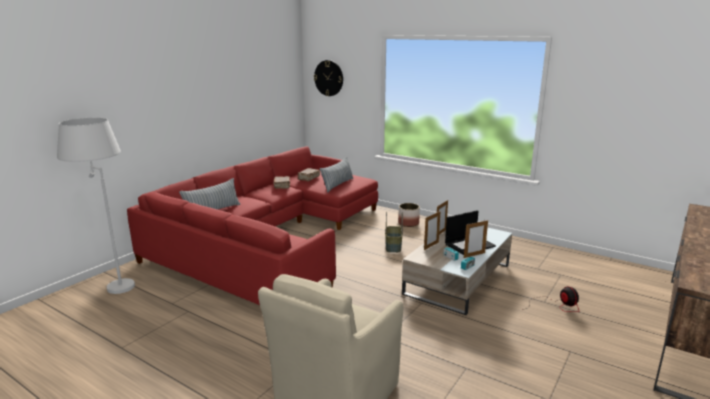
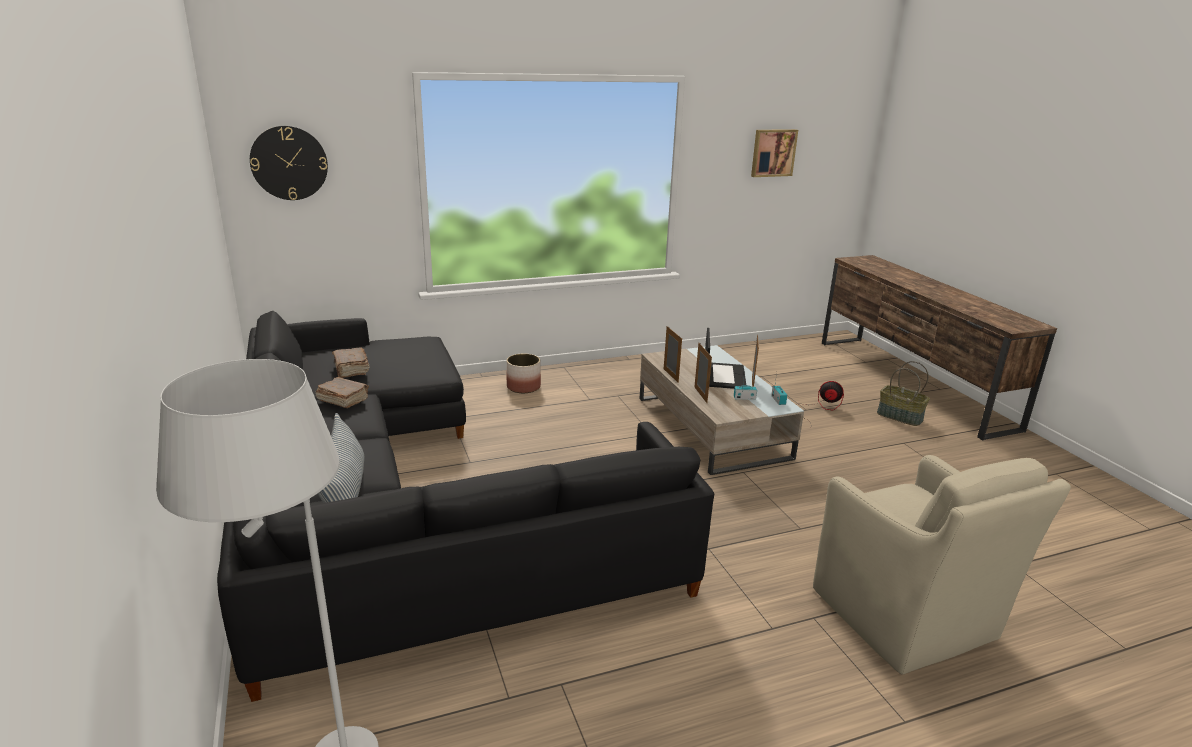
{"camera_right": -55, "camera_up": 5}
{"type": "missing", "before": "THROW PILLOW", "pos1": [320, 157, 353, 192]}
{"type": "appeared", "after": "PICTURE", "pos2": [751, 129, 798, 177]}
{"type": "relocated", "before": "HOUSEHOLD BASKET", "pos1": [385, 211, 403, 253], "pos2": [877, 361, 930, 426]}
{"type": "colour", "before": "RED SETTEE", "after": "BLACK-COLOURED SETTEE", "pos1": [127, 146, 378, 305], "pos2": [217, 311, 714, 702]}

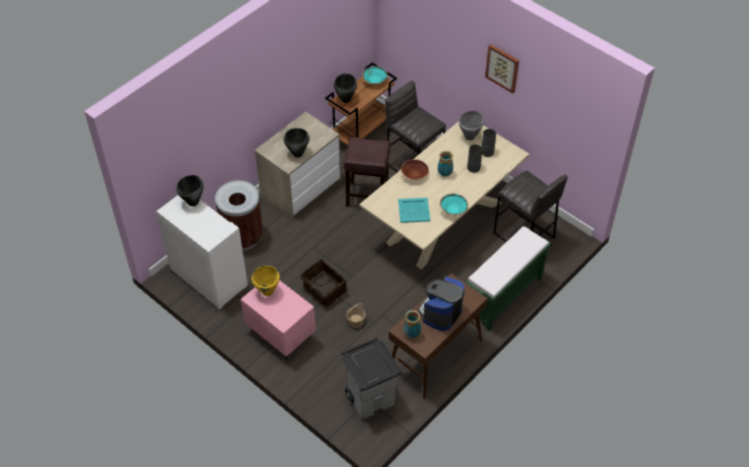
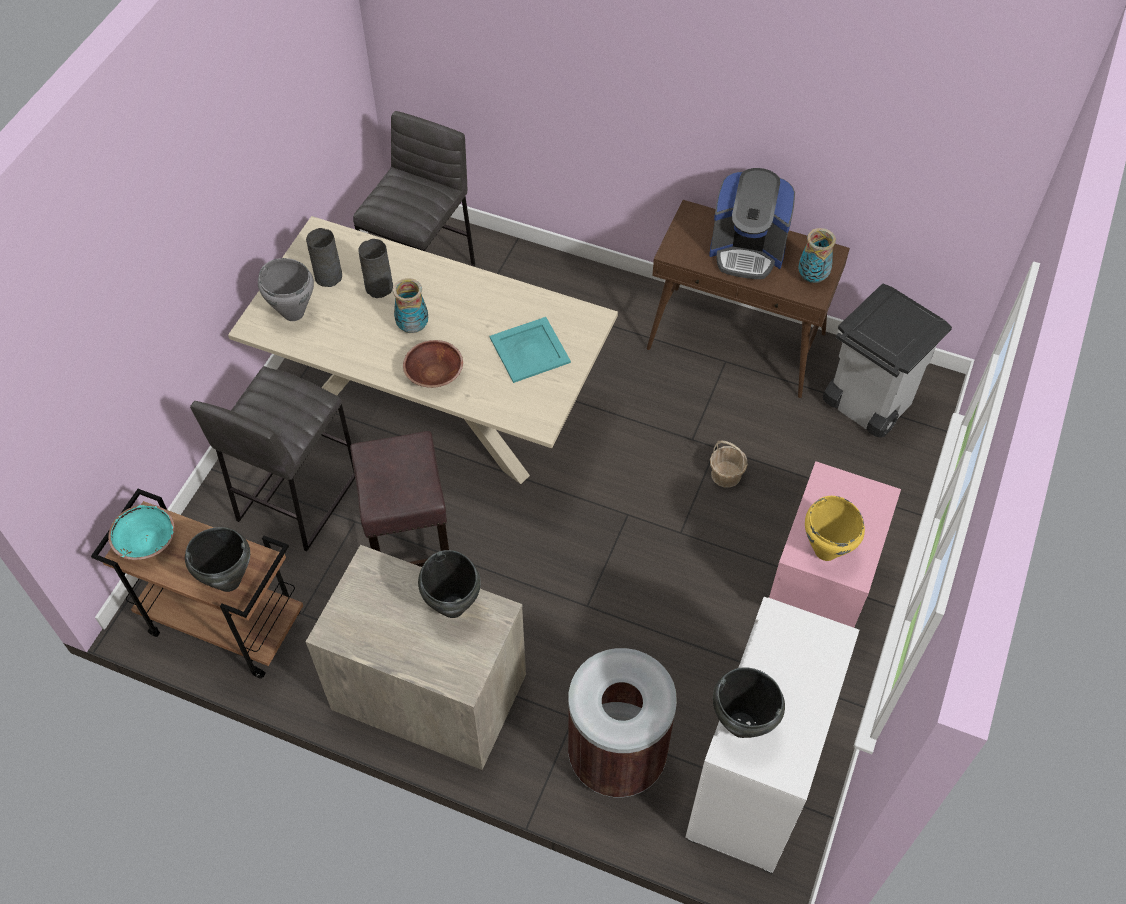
{"camera_right": -110, "camera_up": 5}
{"type": "missing", "before": "HOUSEHOLD BASKET", "pos1": [300, 259, 347, 307]}
{"type": "missing", "before": "TURQUOISE-COLOURED BOWL", "pos1": [440, 194, 468, 215]}
{"type": "missing", "before": "GREEN-COLOURED BENCH", "pos1": [465, 226, 552, 331]}
{"type": "missing", "before": "PICTURE", "pos1": [485, 44, 519, 93]}

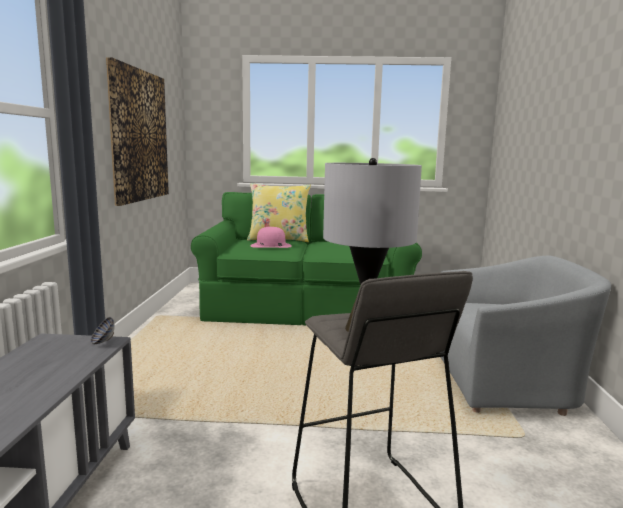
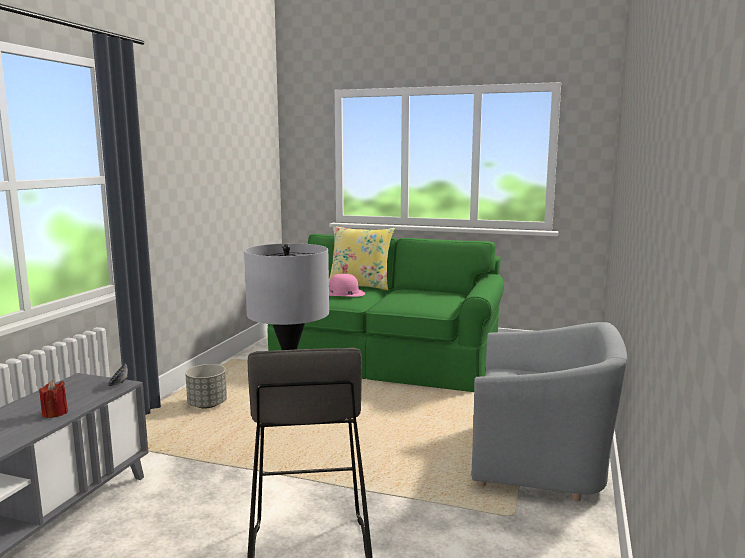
{"camera_right": 15, "camera_up": 0}
{"type": "missing", "before": "PICTURE", "pos1": [106, 57, 169, 206]}
{"type": "appeared", "after": "RED WAX LIGHT", "pos2": [39, 381, 68, 418]}
{"type": "appeared", "after": "GREYISH PLANT POT", "pos2": [185, 364, 227, 408]}

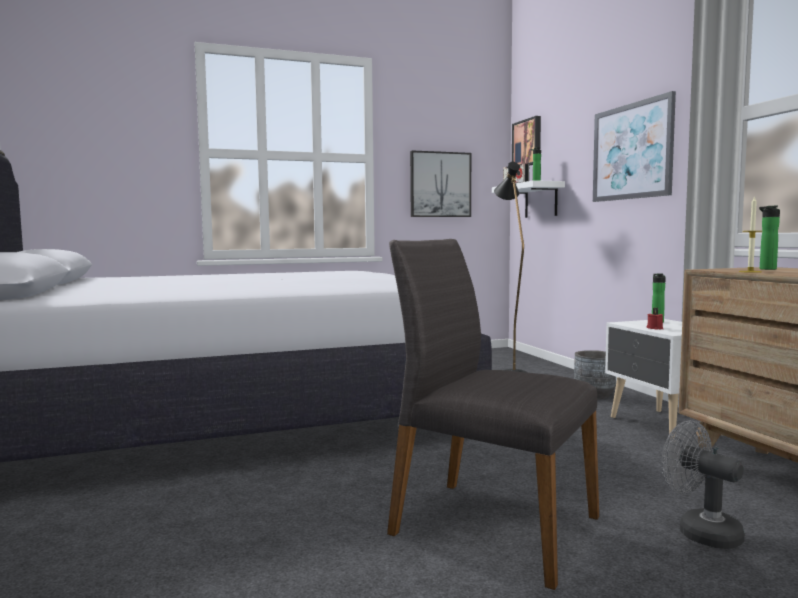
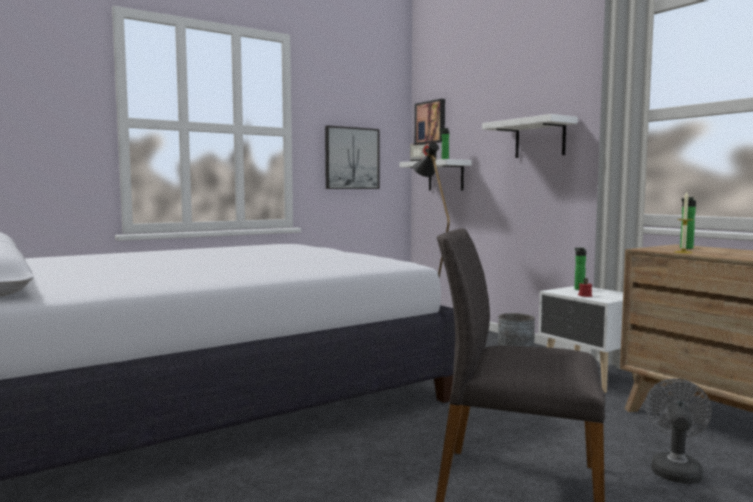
{"camera_right": -15, "camera_up": 0}
{"type": "exchanged", "before": "PICTURE", "after": "WHITE SHELF", "pos1": [593, 91, 676, 202], "pos2": [482, 114, 578, 158]}
{"type": "spun", "before": "GREYISH ELECTRIC FAN", "pos1": [662, 421, 745, 549], "pos2": [645, 379, 712, 484], "turn": 75}

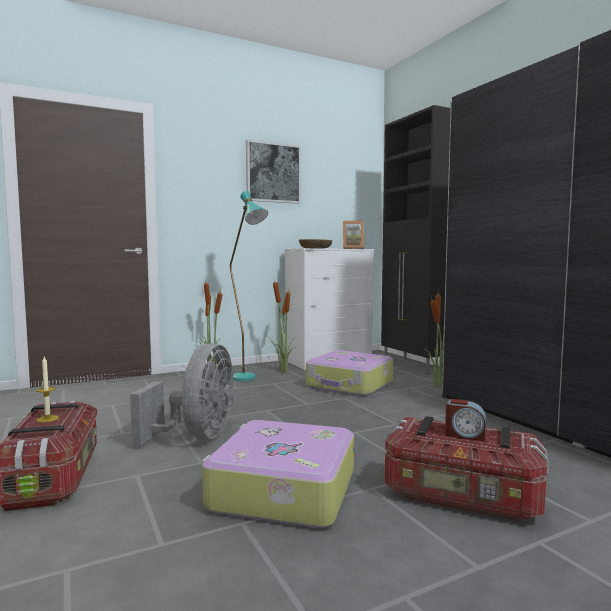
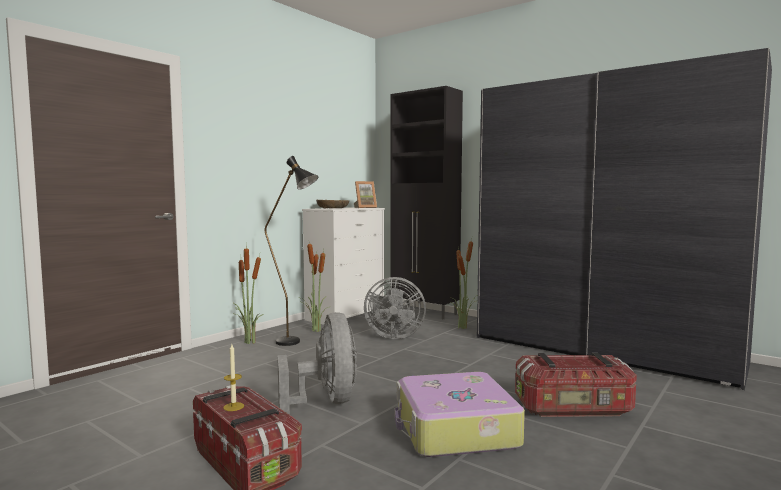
{"camera_right": -25, "camera_up": 0}
{"type": "missing", "before": "PICTURE", "pos1": [246, 139, 301, 204]}
{"type": "missing", "before": "TABLE CLOCK", "pos1": [445, 399, 486, 441]}
{"type": "exchanged", "before": "TRAVEL CASE", "after": "GREYISH ELECTRIC FAN", "pos1": [306, 350, 393, 396], "pos2": [364, 277, 426, 339]}
{"type": "colour", "before": "TURQUOISE-COLOURED STANDARD LAMP", "after": "BLACK-COLOURED STANDARD LAMP", "pos1": [230, 191, 268, 381], "pos2": [265, 156, 318, 346]}

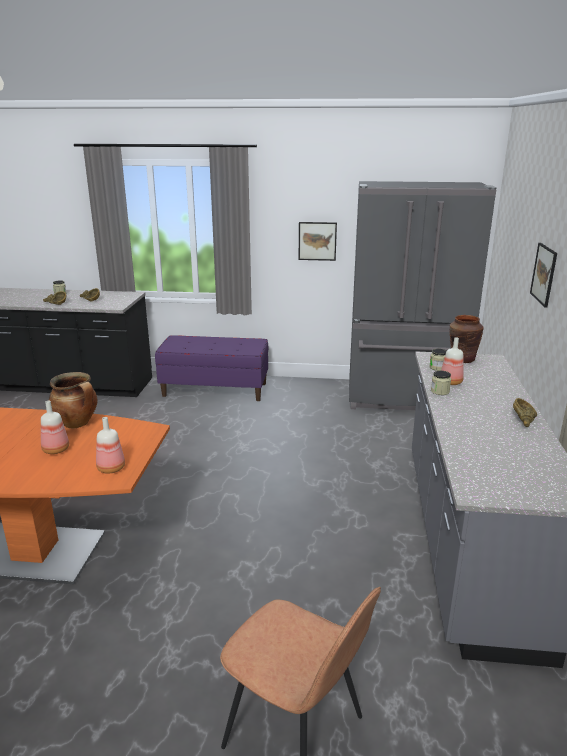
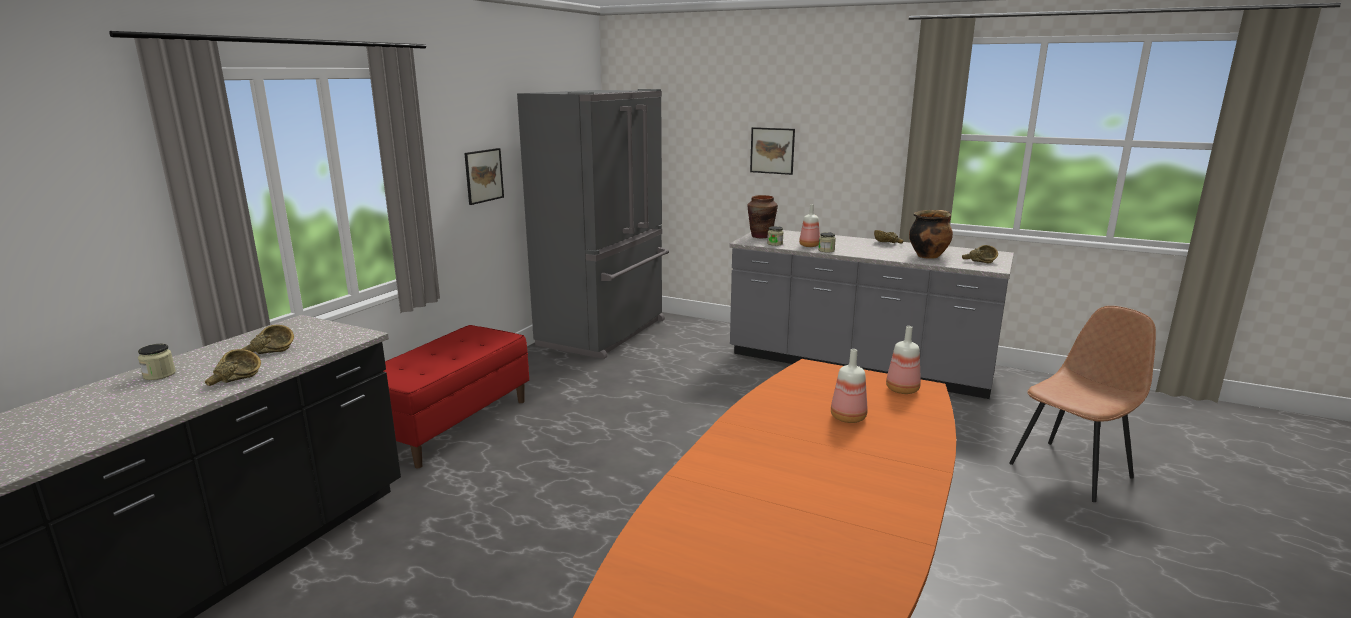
{"camera_right": -70, "camera_up": -5}
{"type": "appeared", "after": "BROWNISH BOWL", "pos2": [962, 245, 998, 263]}
{"type": "relocated", "before": "SAUCEPOT", "pos1": [49, 372, 98, 428], "pos2": [909, 210, 953, 259]}
{"type": "colour", "before": "PURPLE BENCH", "after": "RED BENCH", "pos1": [155, 335, 268, 401], "pos2": [383, 325, 529, 468]}

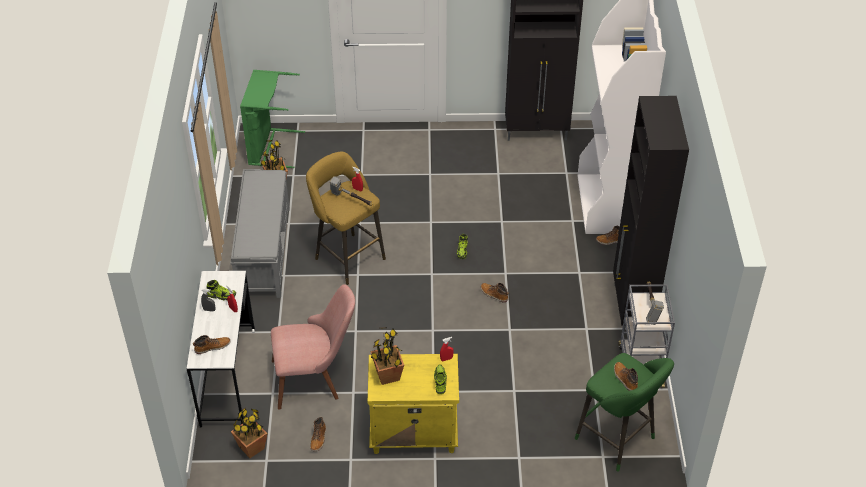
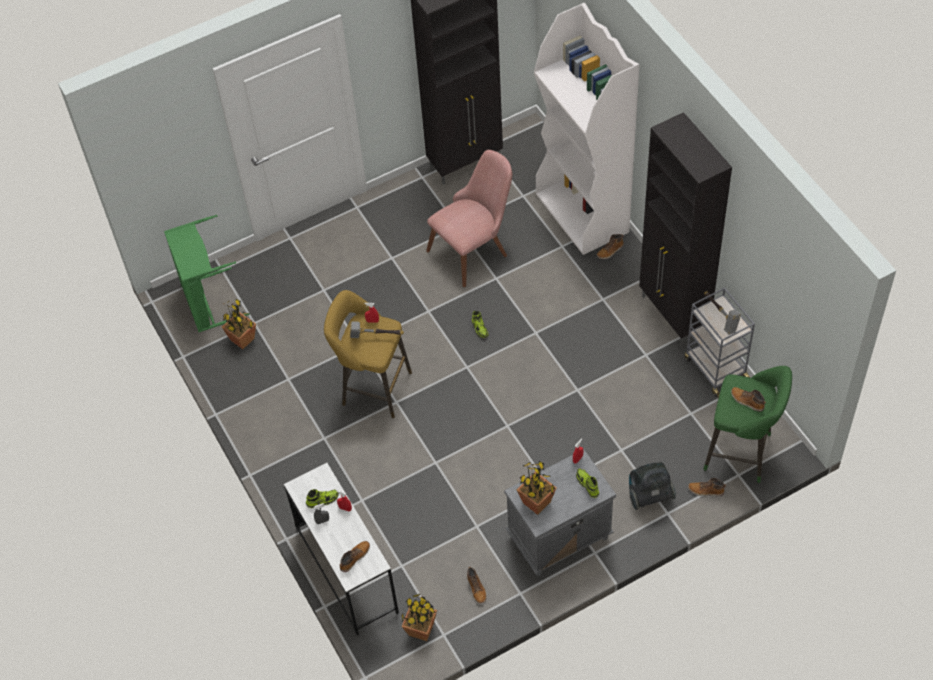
{"camera_right": -25, "camera_up": 10}
{"type": "missing", "before": "GREYISH BENCH", "pos1": [230, 169, 290, 298]}
{"type": "appeared", "after": "VACUUM", "pos2": [629, 462, 676, 510]}
{"type": "relocated", "before": "PINK-COLOURED UPRIGHT CHAIR", "pos1": [271, 284, 355, 409], "pos2": [426, 150, 512, 287]}
{"type": "relocated", "before": "HIGH-TOP BOOT", "pos1": [481, 283, 509, 303], "pos2": [688, 478, 726, 496]}
{"type": "colour", "before": "YELLOWISH NIGHTSTAND", "after": "GREYISH NIGHTSTAND", "pos1": [368, 354, 459, 454], "pos2": [504, 449, 616, 576]}

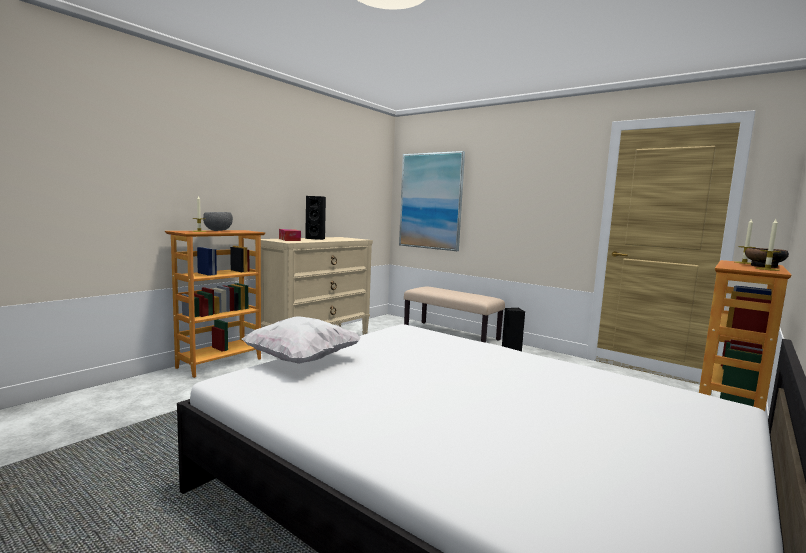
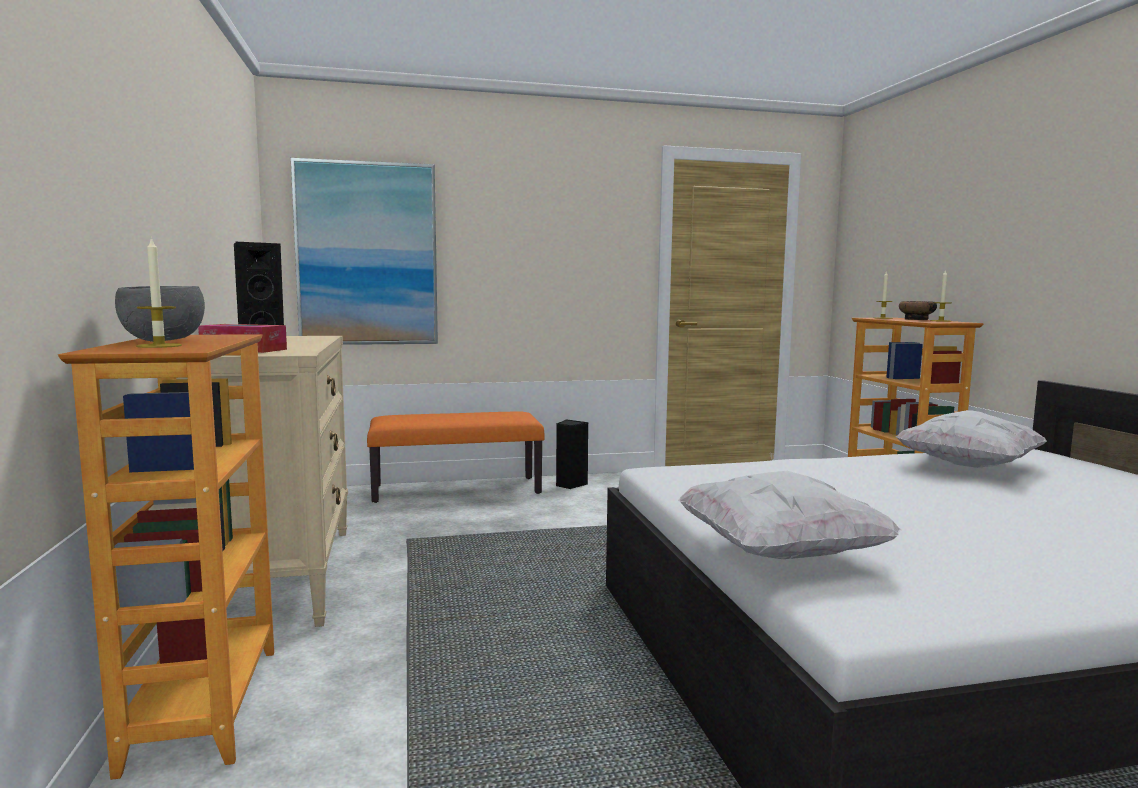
{"camera_right": -50, "camera_up": 0}
{"type": "appeared", "after": "WHITE THROW PILLOW", "pos2": [896, 410, 1047, 468]}
{"type": "colour", "before": "SAND-COLOURED BENCH", "after": "ORANGE BENCH", "pos1": [404, 287, 505, 343], "pos2": [367, 411, 545, 503]}

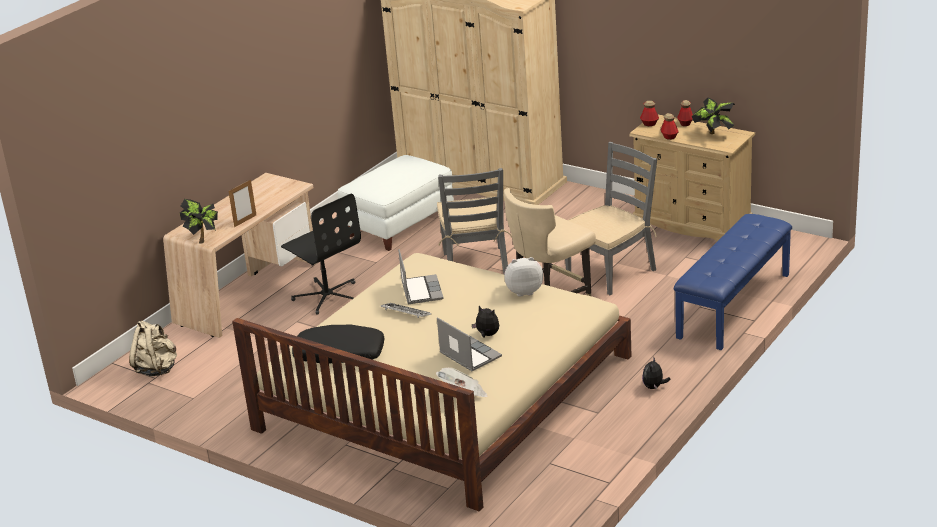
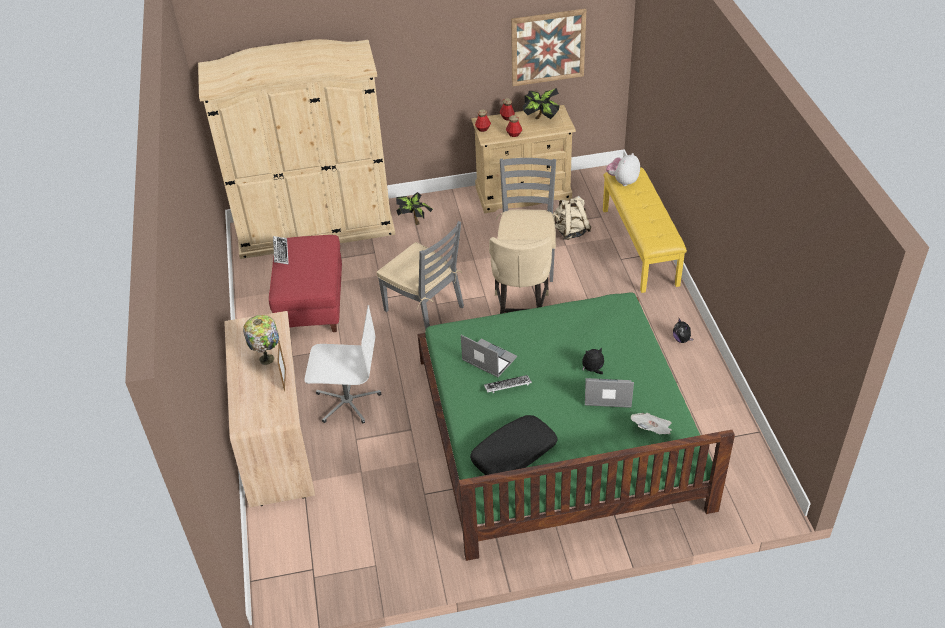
{"camera_right": -45, "camera_up": 15}
{"type": "appeared", "after": "TABLE LAMP", "pos2": [243, 315, 279, 365]}
{"type": "appeared", "after": "COMPUTER KEYBOARD", "pos2": [273, 236, 289, 265]}
{"type": "appeared", "after": "PICTURE", "pos2": [511, 9, 586, 86]}
{"type": "relocated", "before": "SAND-COLOURED KNAPSACK", "pos1": [129, 321, 177, 376], "pos2": [553, 196, 591, 240]}
{"type": "relocated", "before": "PLANT IN A POT", "pos1": [180, 199, 218, 244], "pos2": [396, 192, 433, 225]}
{"type": "relocated", "before": "PLUSH TOY", "pos1": [504, 257, 543, 297], "pos2": [606, 153, 640, 186]}
{"type": "colour", "before": "SAND-COLOURED SLEEPING BED", "after": "GREEN-COLOURED SLEEPING BED", "pos1": [232, 253, 631, 511], "pos2": [417, 292, 735, 561]}
{"type": "colour", "before": "BLACK-COLOURED OFFICE CHAIR", "after": "WHITE OFFICE CHAIR", "pos1": [281, 194, 361, 315], "pos2": [304, 305, 381, 424]}
{"type": "colour", "before": "WHITE POUFFE", "after": "RED POUFFE", "pos1": [338, 155, 454, 251], "pos2": [269, 235, 342, 332]}
{"type": "colour", "before": "BLUE BENCH", "after": "YELLOWISH BENCH", "pos1": [674, 214, 792, 350], "pos2": [603, 167, 687, 293]}

